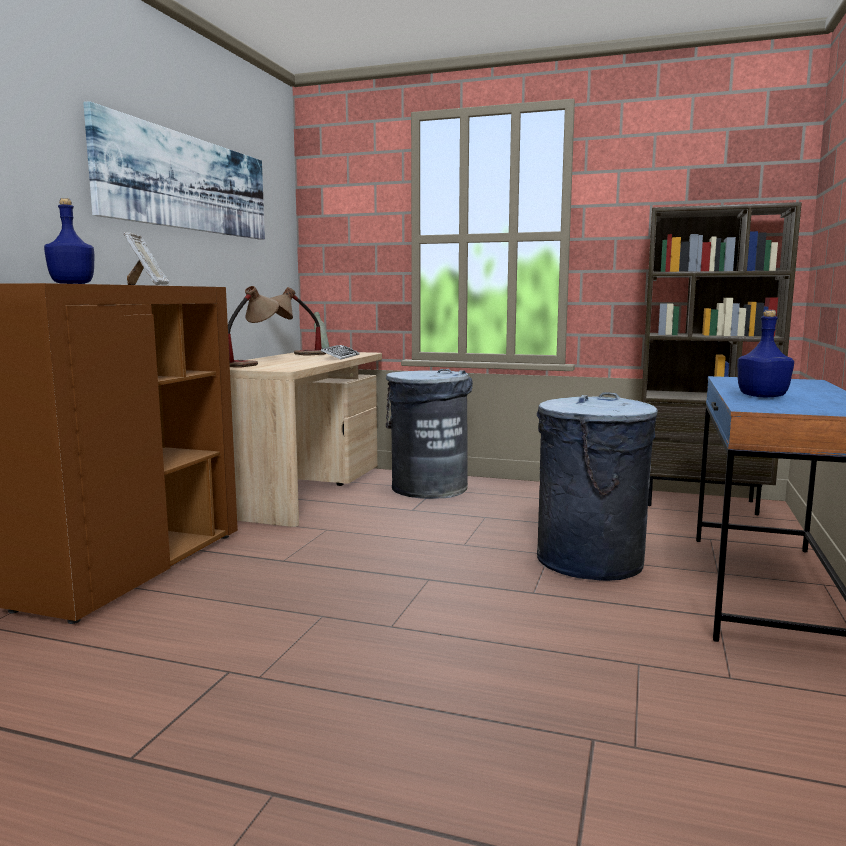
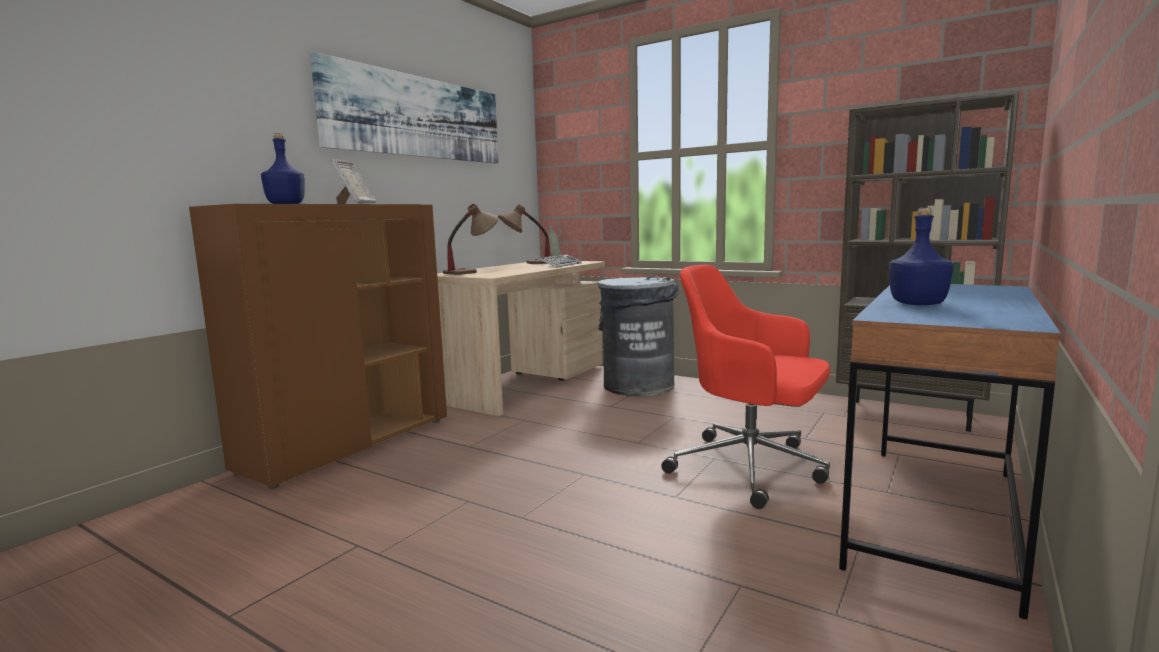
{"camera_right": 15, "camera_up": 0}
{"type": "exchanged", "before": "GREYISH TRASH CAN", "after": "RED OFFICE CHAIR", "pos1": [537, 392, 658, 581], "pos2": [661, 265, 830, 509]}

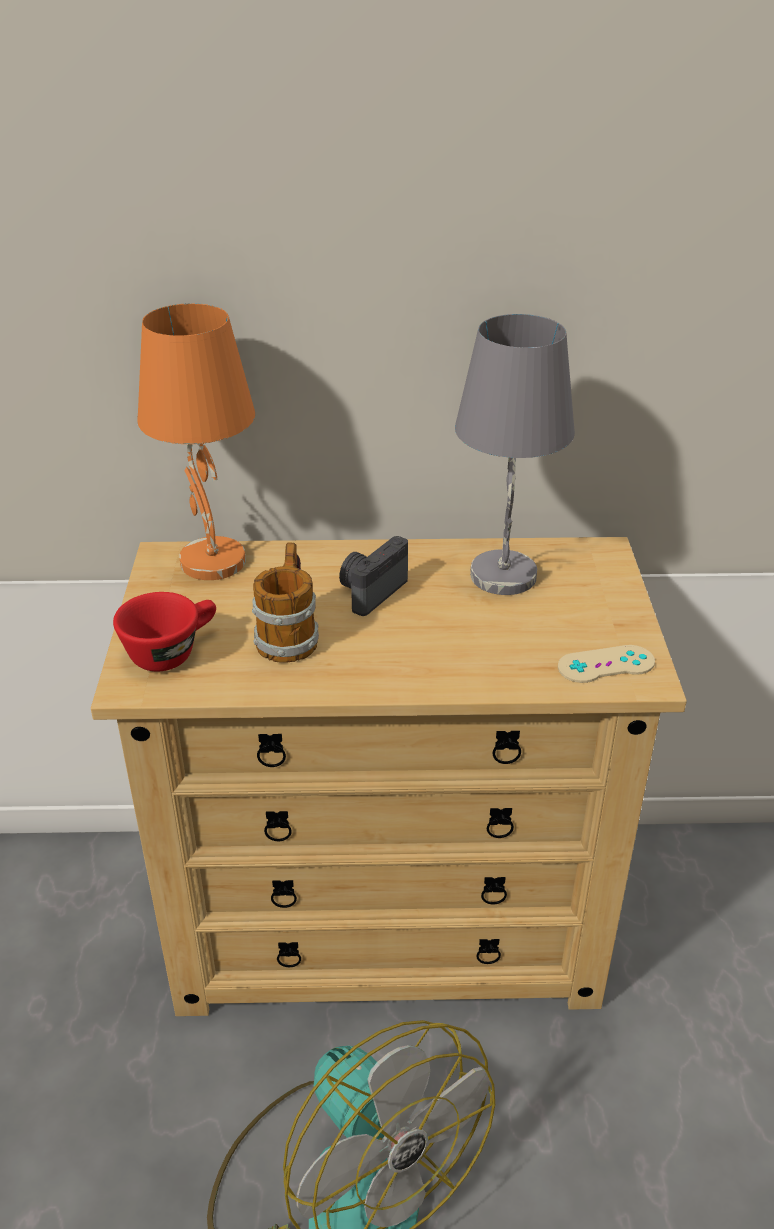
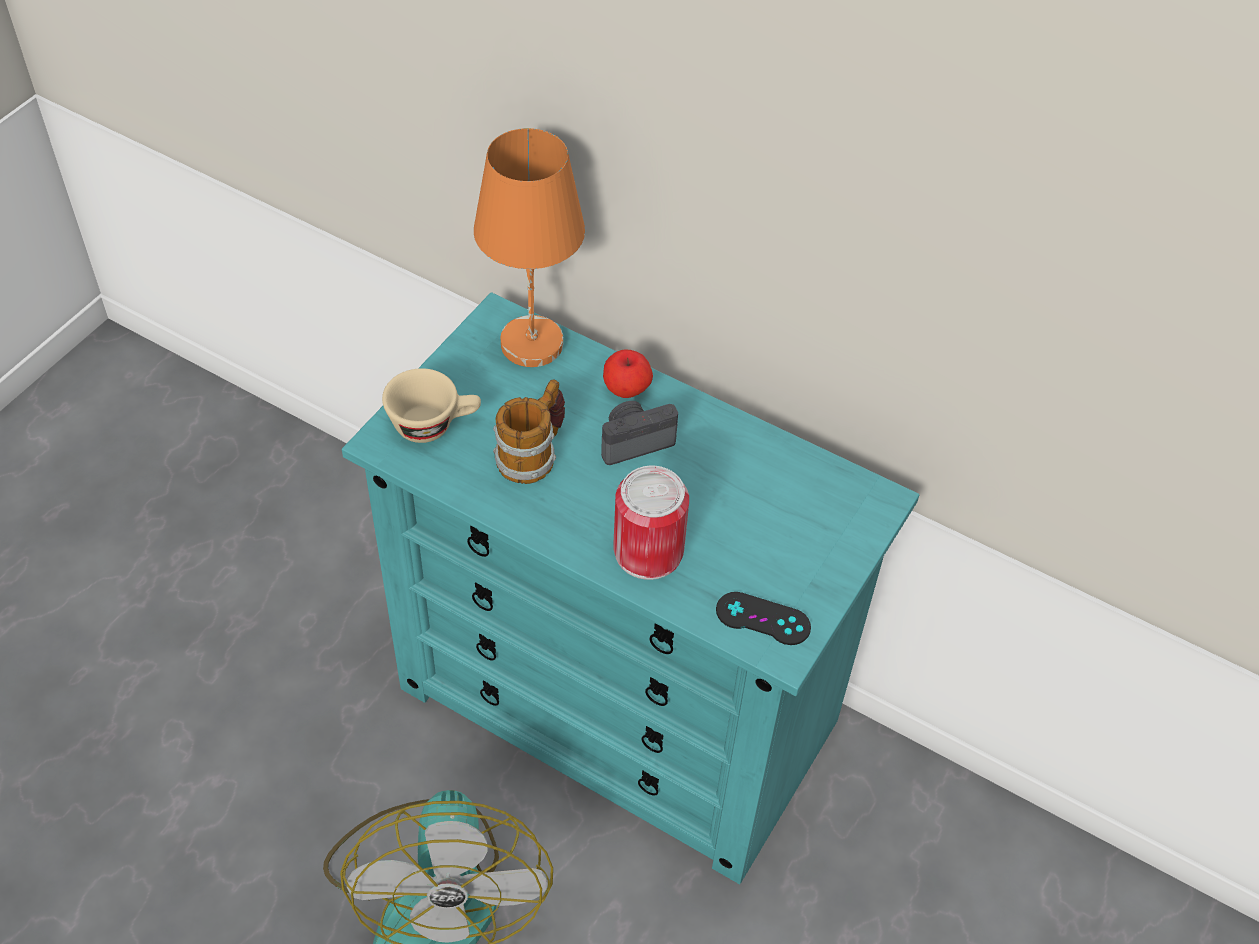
{"camera_right": 30, "camera_up": 15}
{"type": "missing", "before": "GREYISH TABLE LAMP", "pos1": [455, 314, 575, 595]}
{"type": "appeared", "after": "APPLE FRUIT", "pos2": [603, 349, 653, 398]}
{"type": "appeared", "after": "CAN", "pos2": [613, 466, 689, 580]}
{"type": "colour", "before": "SAND-COLOURED CHEST OF DRAWERS", "after": "TURQUOISE-COLOURED CHEST OF DRAWERS", "pos1": [91, 537, 687, 1016], "pos2": [342, 292, 920, 884]}
{"type": "colour", "before": "RED CUP", "after": "SAND-COLOURED CUP", "pos1": [113, 592, 216, 671], "pos2": [382, 368, 481, 443]}
{"type": "colour", "before": "SAND-COLOURED GAME CONTROLLER", "after": "BLACK-COLOURED GAME CONTROLLER", "pos1": [558, 645, 655, 683], "pos2": [716, 592, 811, 645]}

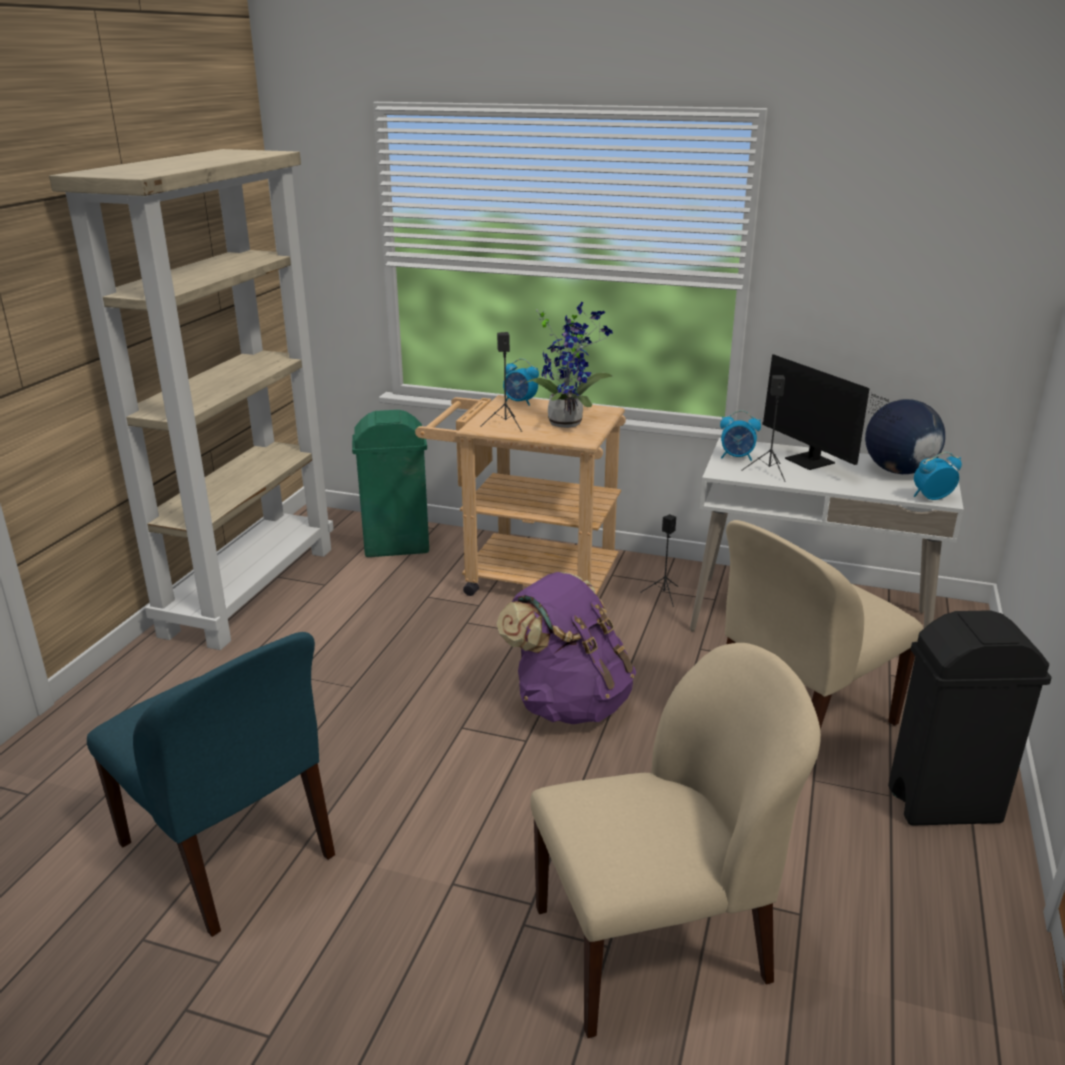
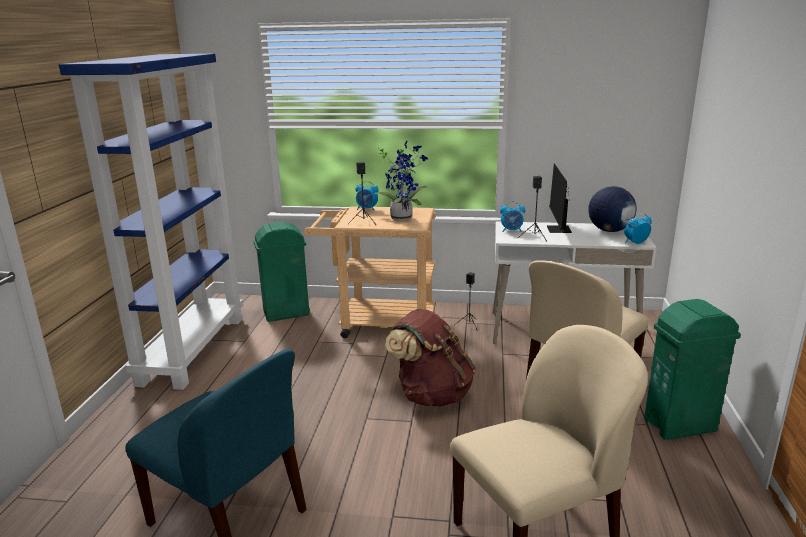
{"camera_right": -10, "camera_up": -5}
{"type": "colour", "before": "SAND-COLOURED BOOKSHELF", "after": "BLUE BOOKSHELF", "pos1": [49, 149, 334, 650], "pos2": [59, 54, 243, 390]}
{"type": "colour", "before": "PURPLE KNAPSACK", "after": "BROWNISH KNAPSACK", "pos1": [496, 572, 636, 724], "pos2": [385, 309, 476, 406]}
{"type": "colour", "before": "BLACK-COLOURED TRASH CAN", "after": "GREEN-COLOURED TRASH CAN", "pos1": [888, 610, 1052, 826], "pos2": [644, 299, 741, 440]}
{"type": "spun", "before": "COMPUTER SCREEN", "pos1": [762, 354, 902, 470], "pos2": [547, 163, 572, 233], "turn": 45}

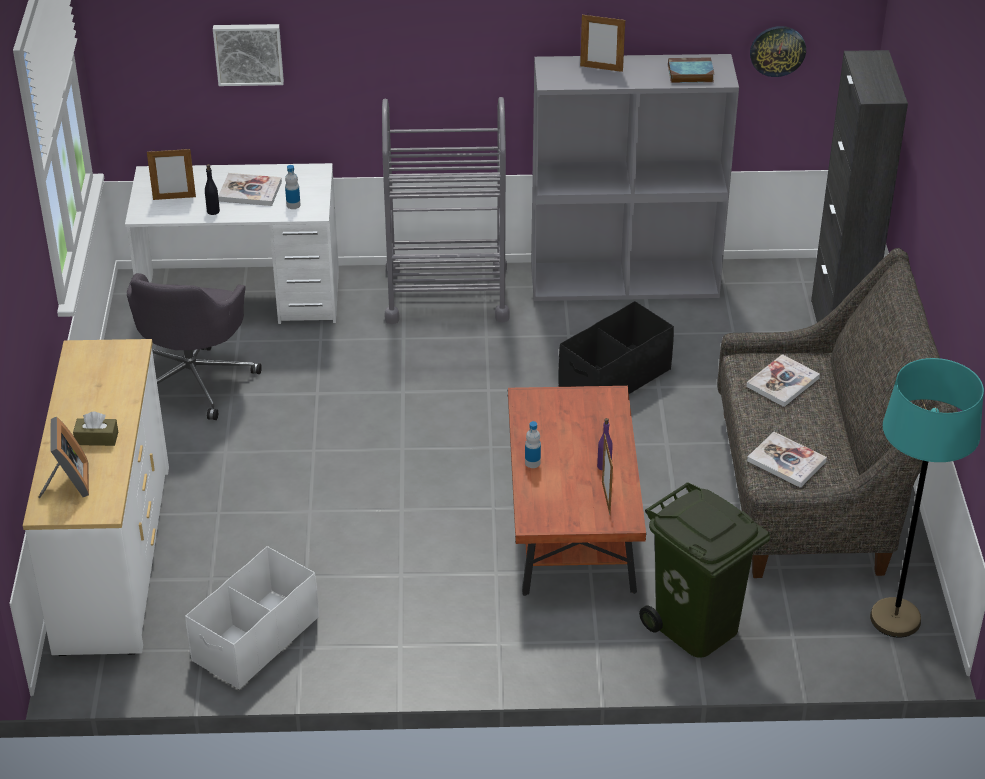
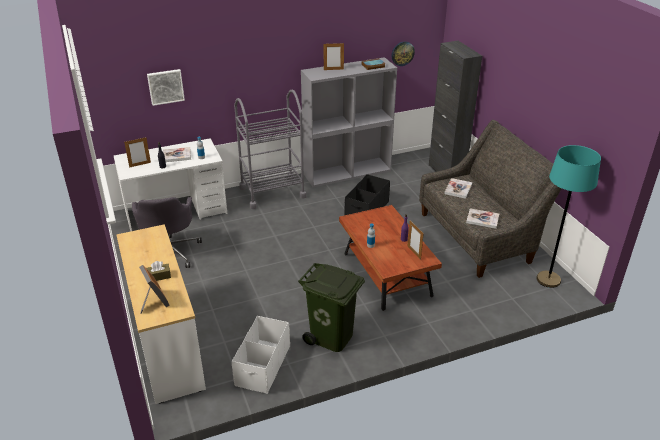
{"camera_right": -20, "camera_up": -5}
{"type": "relocated", "before": "GREEN-COLOURED TRASH CAN", "pos1": [639, 482, 770, 658], "pos2": [298, 263, 365, 352]}

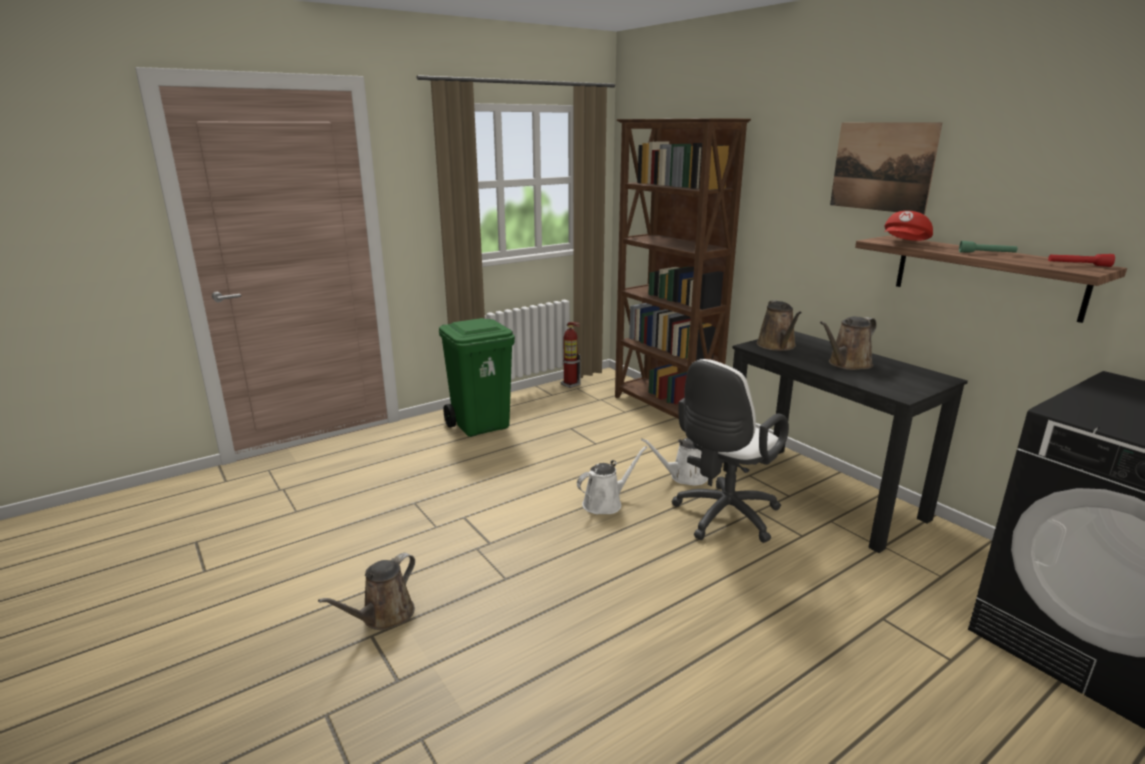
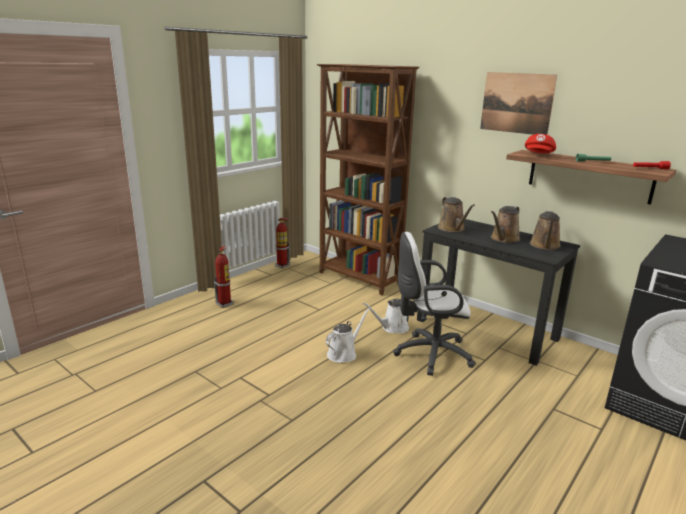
{"camera_right": -15, "camera_up": 0}
{"type": "relocated", "before": "BROWNISH WATERING POT", "pos1": [318, 553, 415, 630], "pos2": [530, 211, 561, 250]}
{"type": "exchanged", "before": "GREEN-COLOURED TRASH CAN", "after": "FIRE-FIGHTING CYLINDER", "pos1": [439, 318, 515, 437], "pos2": [214, 246, 234, 308]}
{"type": "spun", "before": "WHITE OFFICE CHAIR", "pos1": [672, 359, 789, 543], "pos2": [393, 232, 476, 376], "turn": 60}

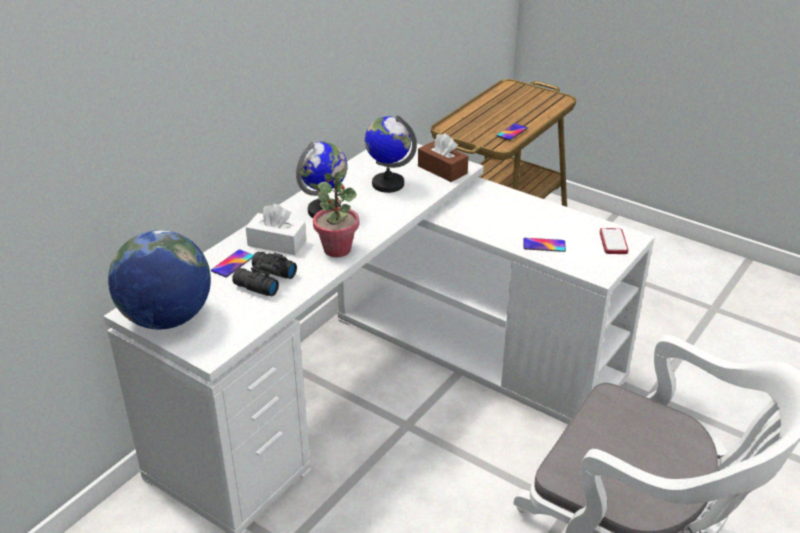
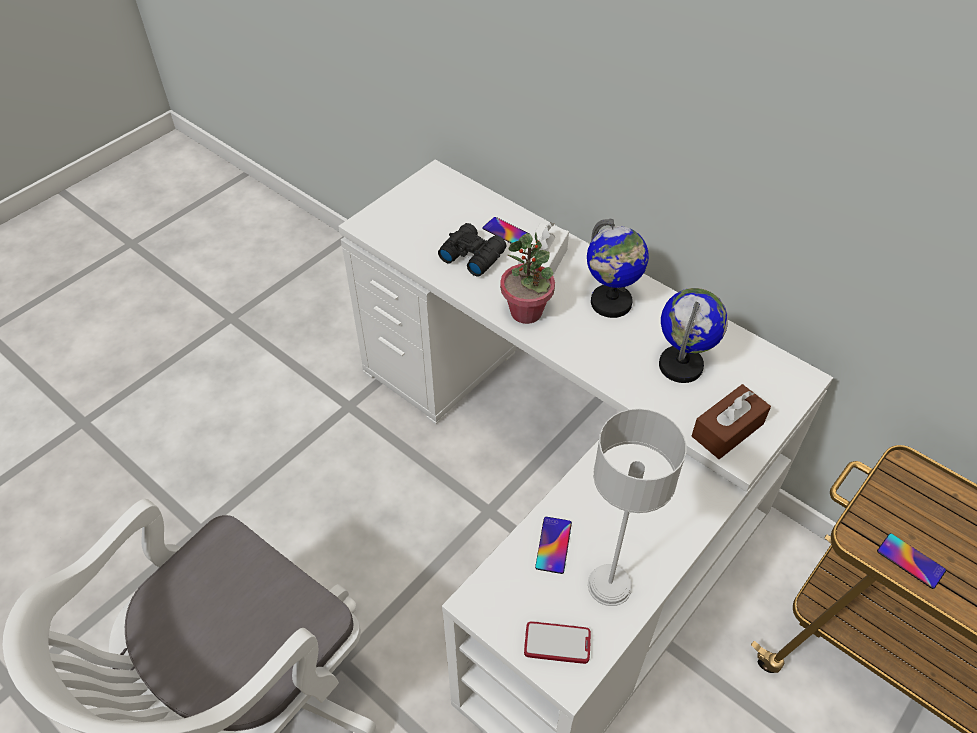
{"camera_right": 95, "camera_up": 15}
{"type": "missing", "before": "GLOBE", "pos1": [108, 230, 211, 329]}
{"type": "appeared", "after": "GREYISH TABLE LAMP", "pos2": [588, 409, 687, 606]}

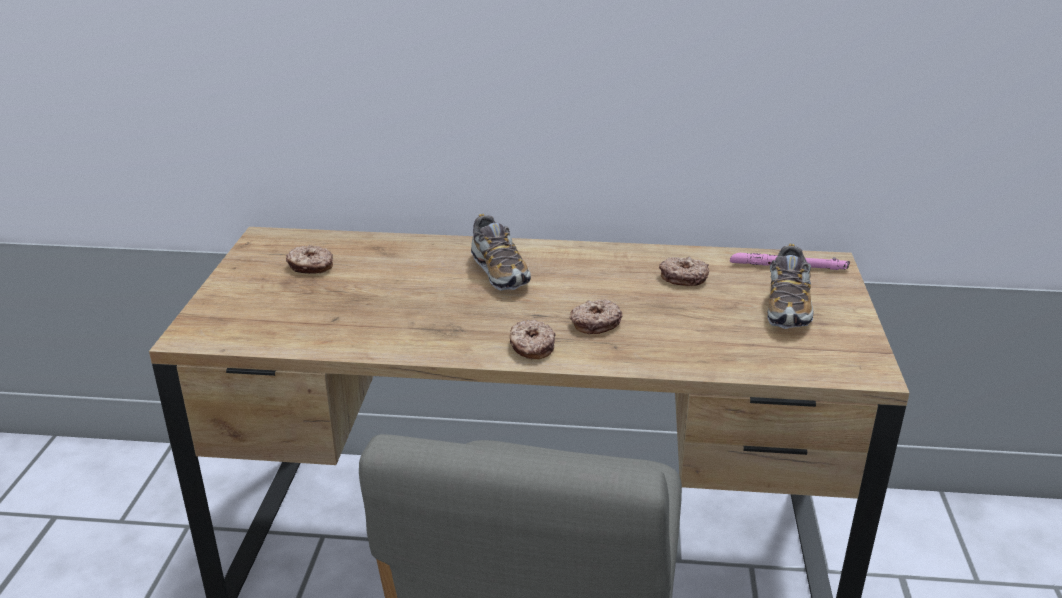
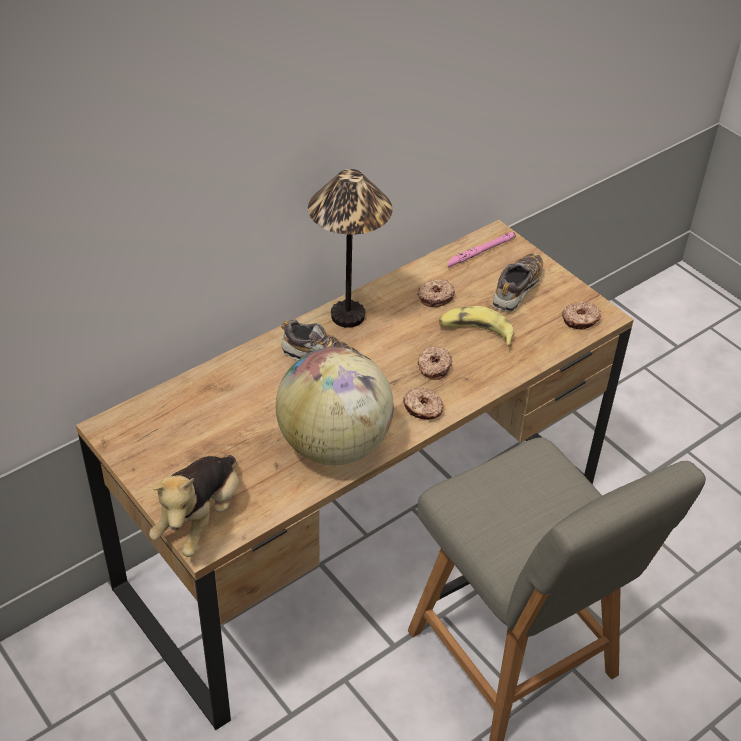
{"camera_right": -45, "camera_up": 15}
{"type": "appeared", "after": "PLUSH TOY", "pos2": [149, 455, 239, 557]}
{"type": "appeared", "after": "GLOBE", "pos2": [276, 347, 394, 465]}
{"type": "appeared", "after": "TABLE LAMP", "pos2": [308, 169, 393, 328]}
{"type": "appeared", "after": "WHOLE BANANA", "pos2": [439, 306, 514, 347]}
{"type": "relocated", "before": "DOUGHNUT", "pos1": [286, 245, 333, 274], "pos2": [562, 302, 602, 330]}
{"type": "spun", "before": "LOW SHOE", "pos1": [767, 243, 813, 329], "pos2": [493, 253, 543, 311], "turn": -120}

